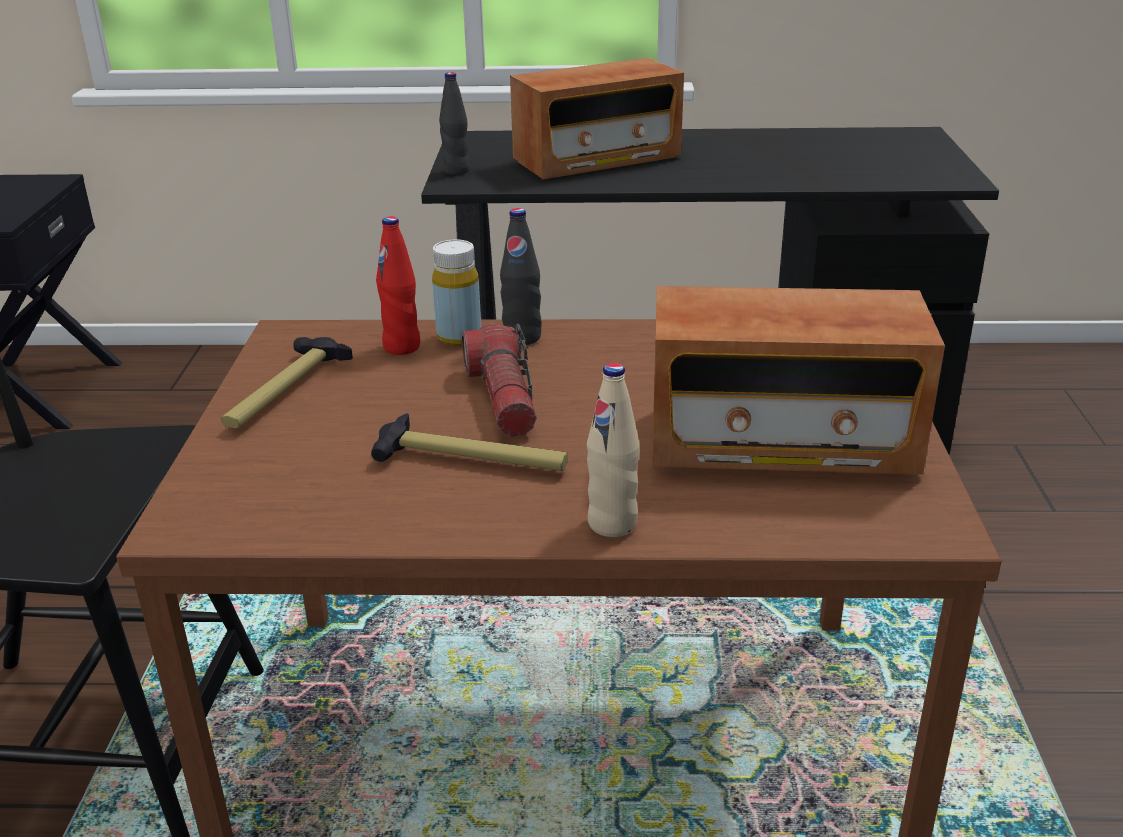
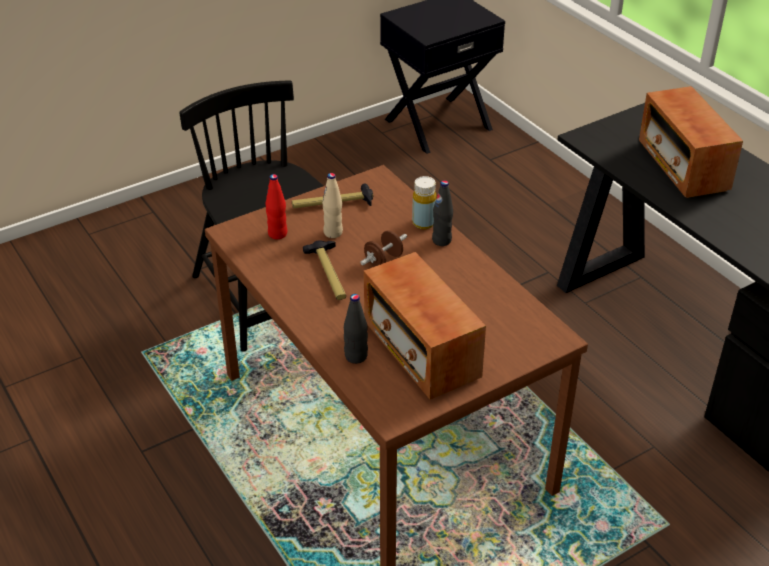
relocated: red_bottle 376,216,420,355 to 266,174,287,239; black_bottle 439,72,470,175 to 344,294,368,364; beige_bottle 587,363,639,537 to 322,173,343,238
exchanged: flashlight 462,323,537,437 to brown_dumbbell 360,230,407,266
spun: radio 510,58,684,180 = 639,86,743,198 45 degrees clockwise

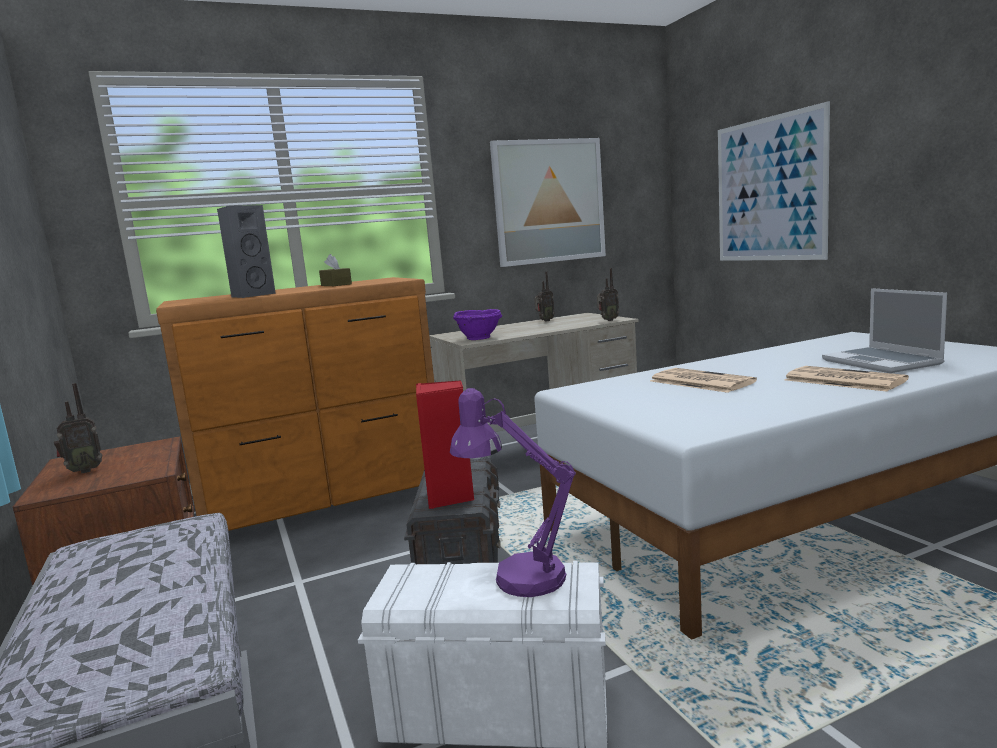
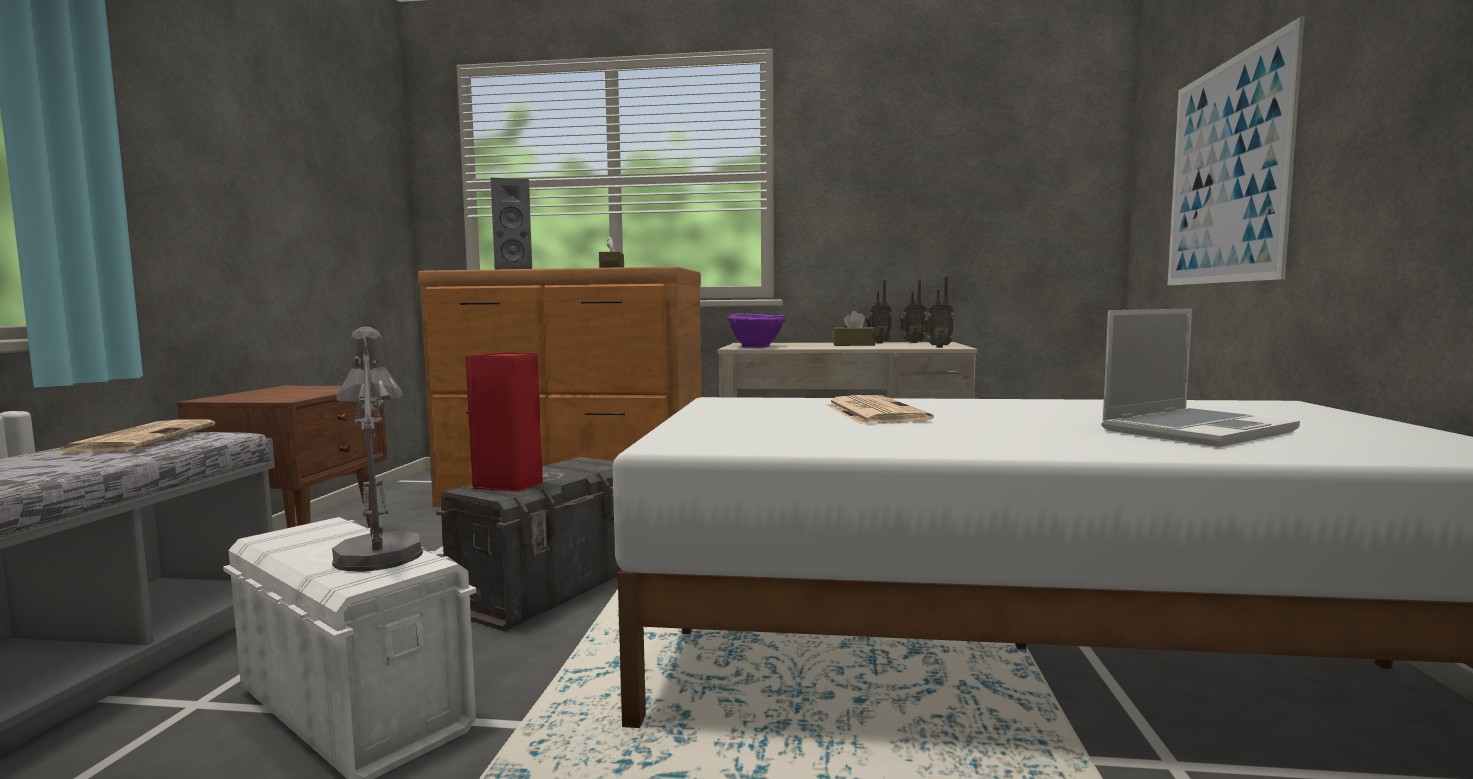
missing: picture 490,138,606,267
appeared: brown_tissue_box 833,311,876,346
relocated: radio 54,383,103,473 to 900,280,926,343; newspaper 784,366,909,392 to 53,419,215,454
colour: purple_table_lamp 450,388,576,597 to grey_table_lamp 332,326,423,572
spun: laptop 822,288,947,373 = 1101,309,1300,447 135 degrees counterclockwise

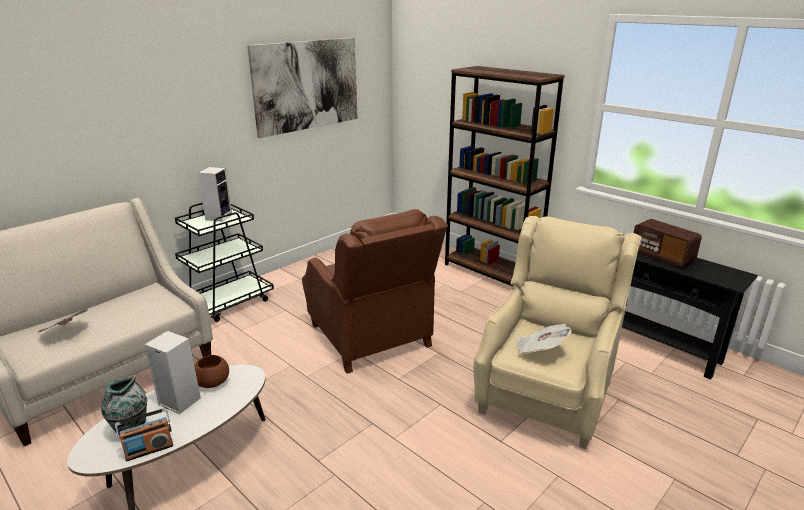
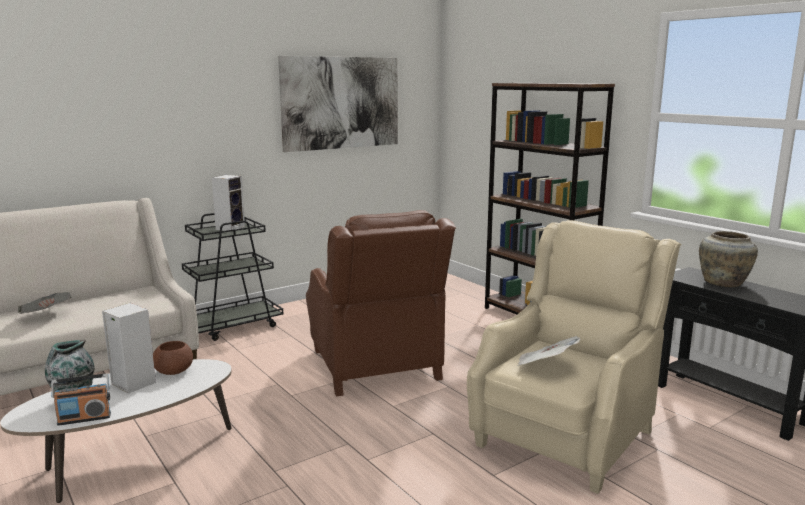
exchanged: radio 634,219,702,267 to beige_vase 699,231,758,287

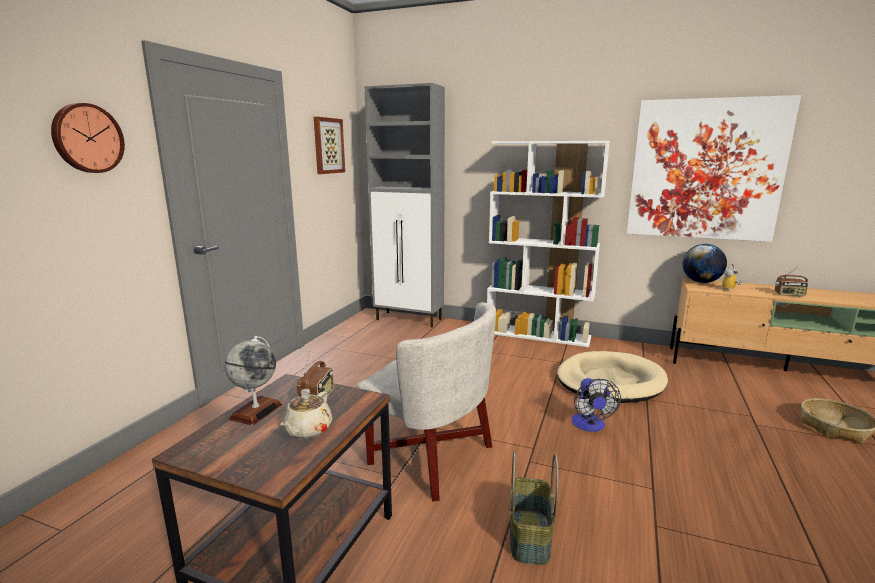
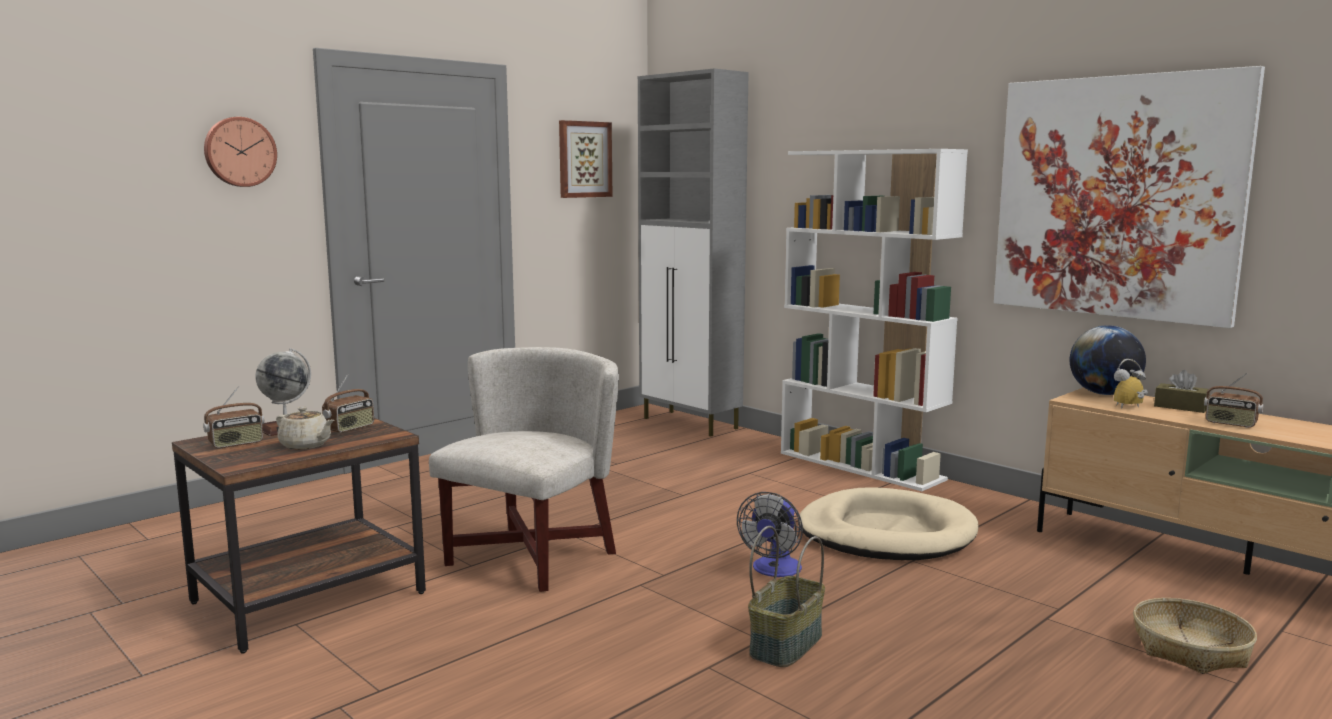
appeared: radio 203,386,265,449; brown_tissue_box 1154,370,1210,413
relocated: basket 510,451,559,565 to 748,526,825,667
spun: beige_teapot 280,391,332,439 = 276,407,334,449 105 degrees counterclockwise; white_armchair 356,302,496,502 = 429,347,619,592 120 degrees counterclockwise

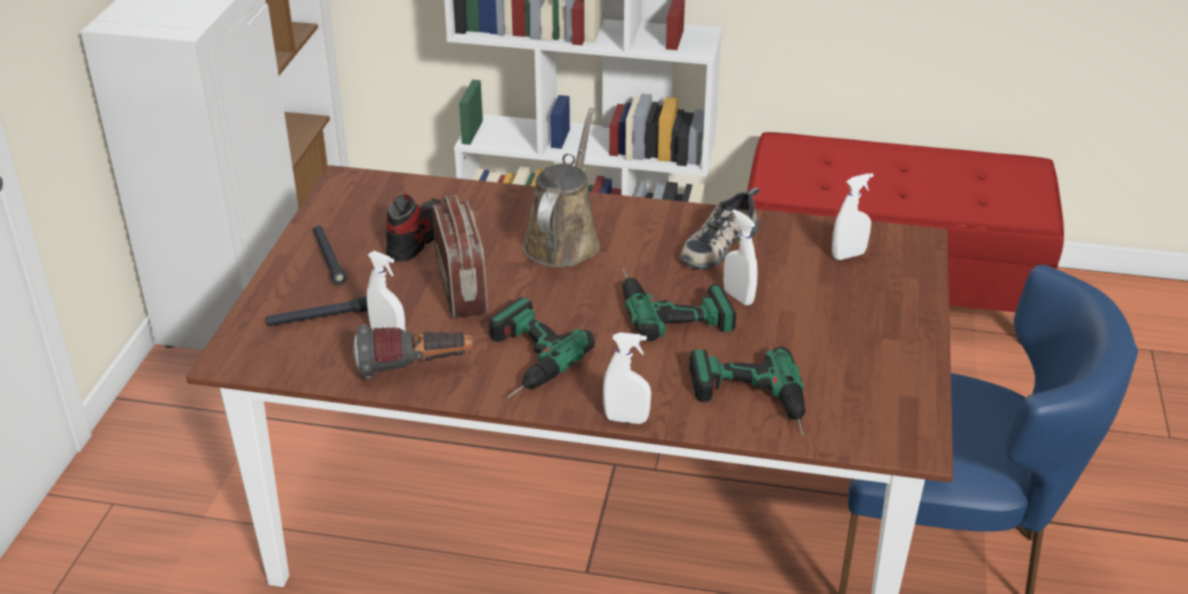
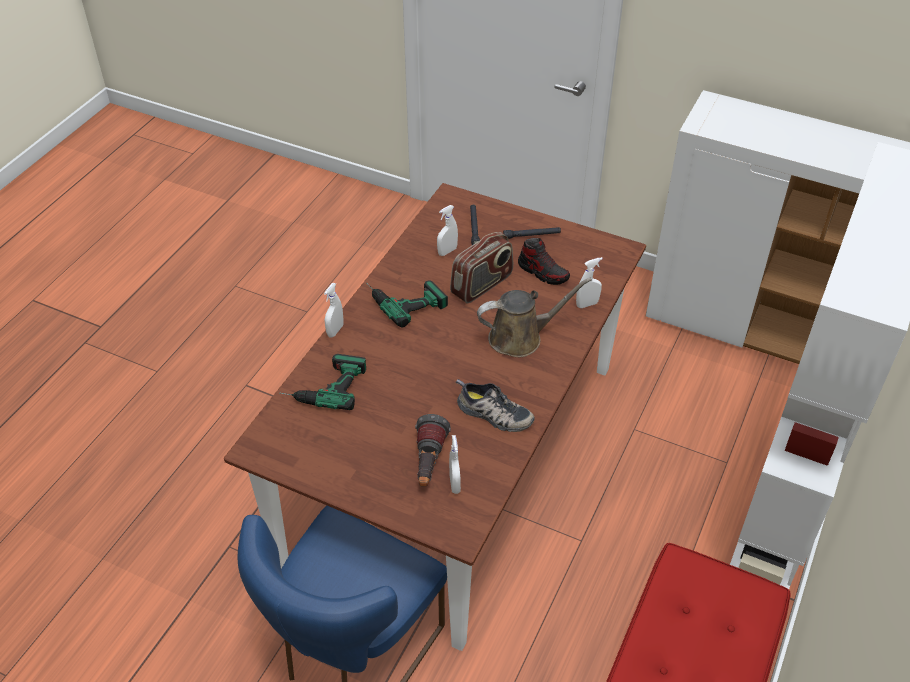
missing: power_drill 622,268,737,341
relocated: flashlight 353,324,474,379 to 415,414,451,487; white_spray_bottle 724,209,757,306 to 576,257,602,308
spun: radio 433,195,488,318 = 450,232,513,303 45 degrees counterclockwise; brown_watering_can 522,108,600,267 = 477,278,592,357 45 degrees counterclockwise; shoe 680,187,760,270 = 456,379,535,432 150 degrees clockwise

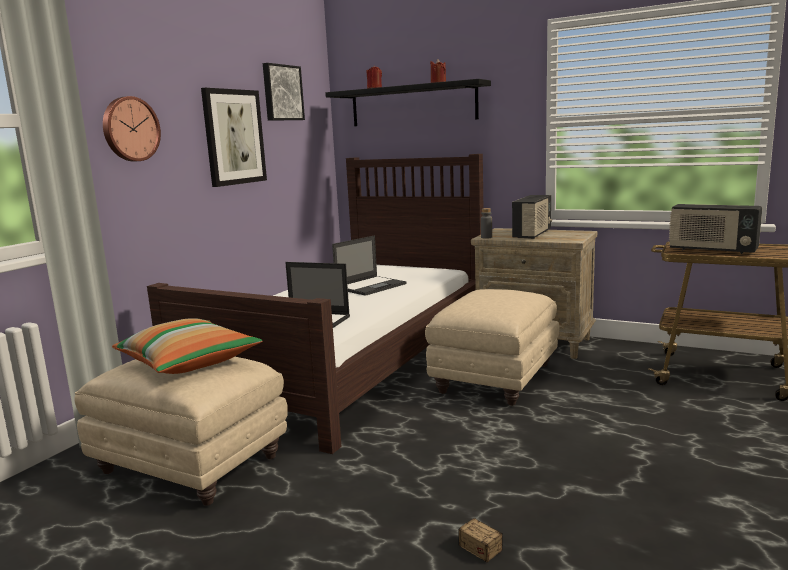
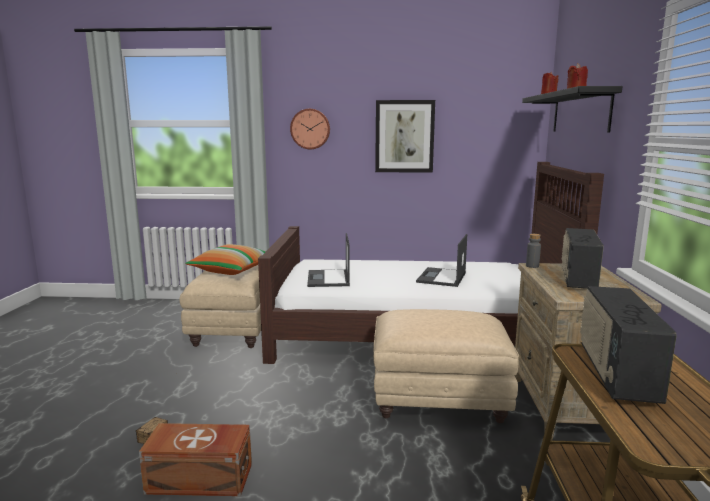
missing: picture 263,63,305,120
appeared: brown_storage_box 139,423,252,496
spun: laptop 332,235,407,296 = 416,234,467,287 90 degrees clockwise; radio 512,195,552,239 = 561,228,604,289 105 degrees clockwise

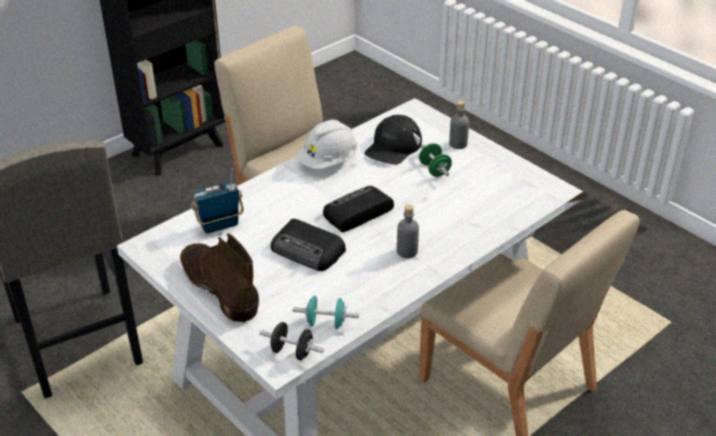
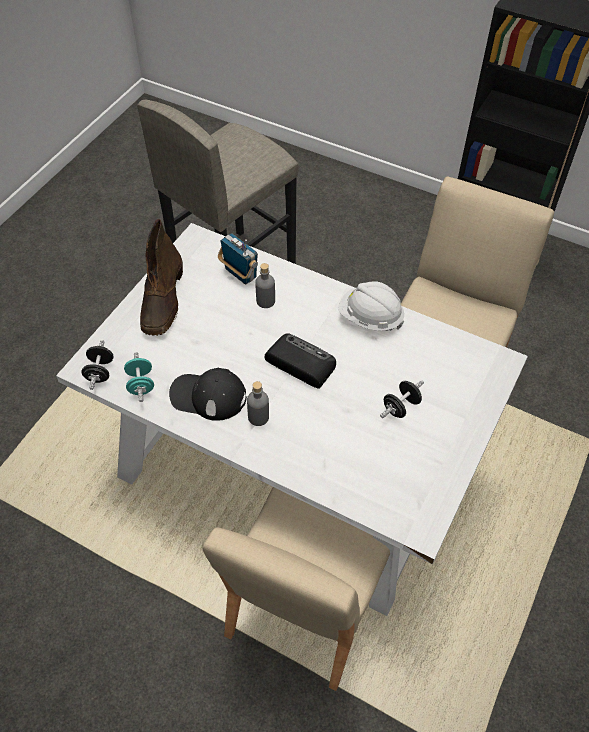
missing: radio 271,219,346,271
relocated: black_cap 364,115,422,165 to 169,368,247,421; grey_bottle 449,100,469,149 to 255,263,275,308
colour: green_dumbbell 419,143,452,177 to black_dumbbell 380,380,424,418
spun: brown_boot 180,234,259,323 = 140,219,183,336 150 degrees clockwise

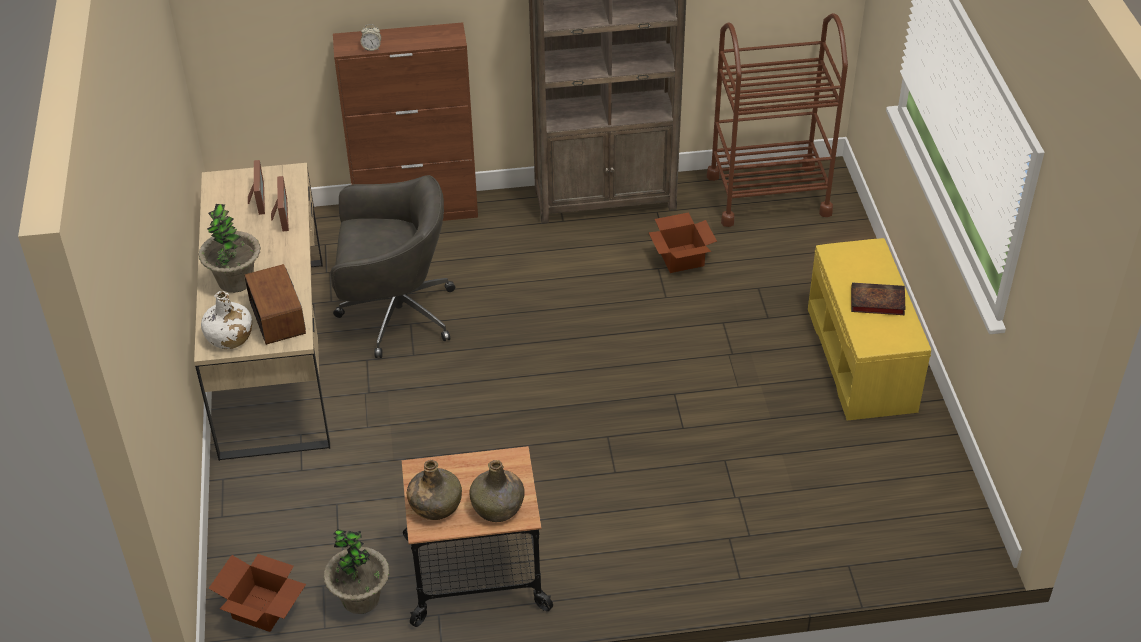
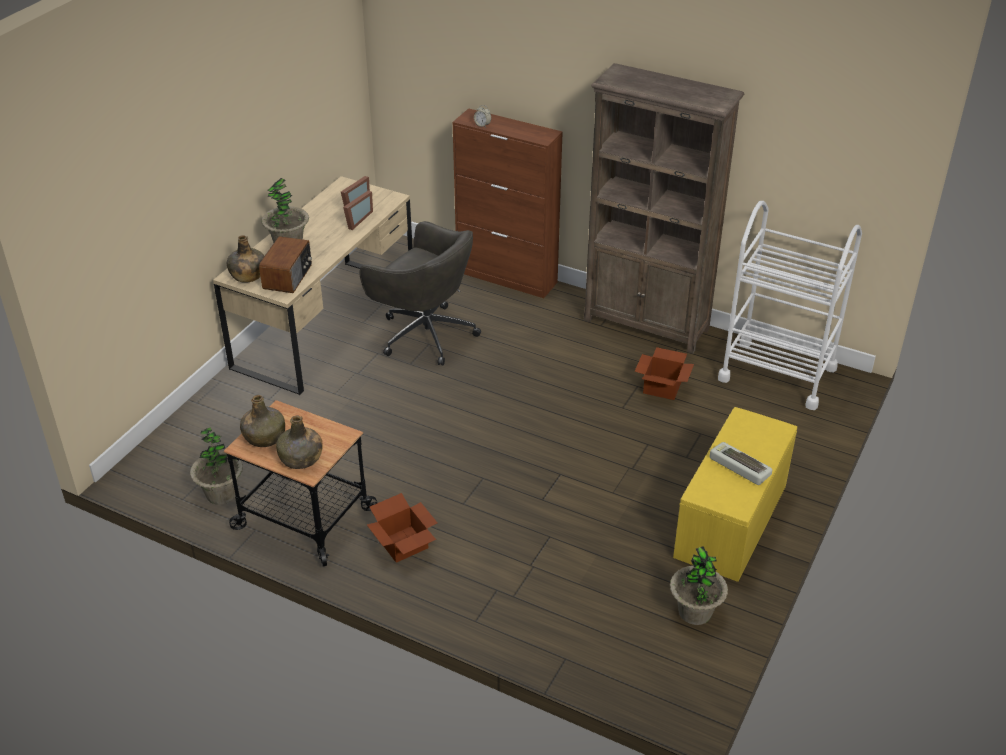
appeared: potted_plant 670,546,728,625
relocated: cardboard_box 209,554,306,632 to 367,493,437,563
exchanged: book 851,282,906,315 to keyboard 710,442,772,485
colour: white_bottle 201,291,252,349 to green_bottle 227,235,264,283; brown_cart 707,13,848,227 to white_cart 718,201,862,410

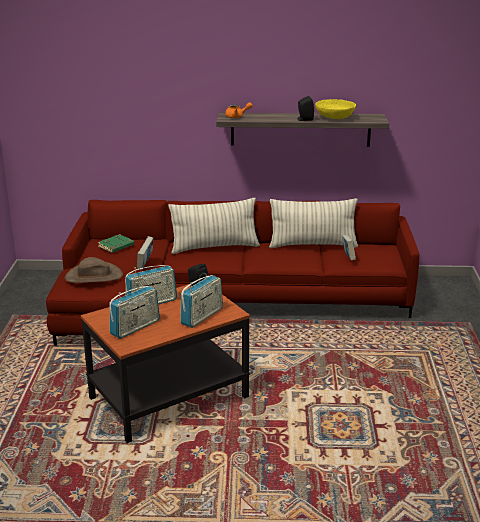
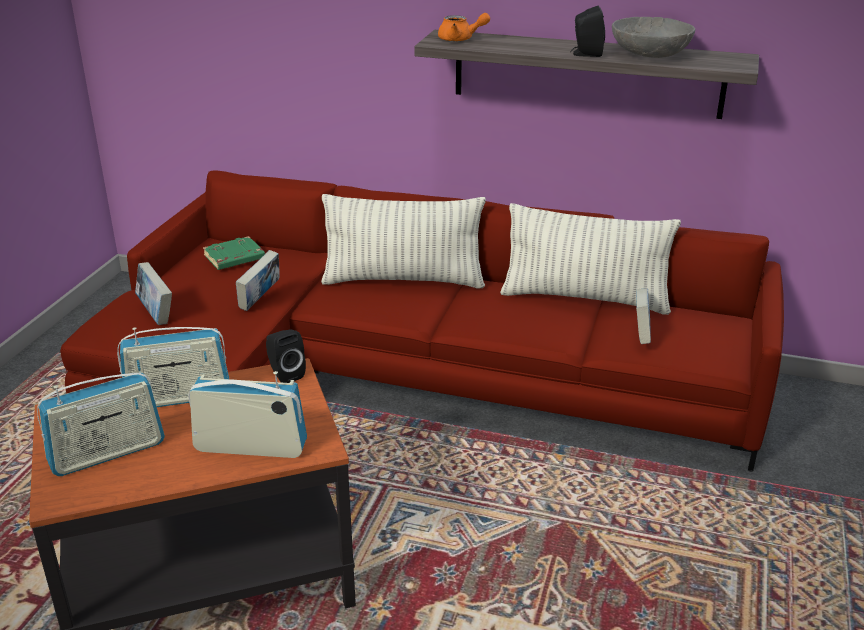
exchanged: brown_hat 65,257,123,283 to book 135,262,172,325
colour: yellow_bowl 315,99,356,119 to grey_bowl 612,17,695,58
spun: radio 180,275,223,328 = 188,371,307,458 135 degrees counterclockwise

